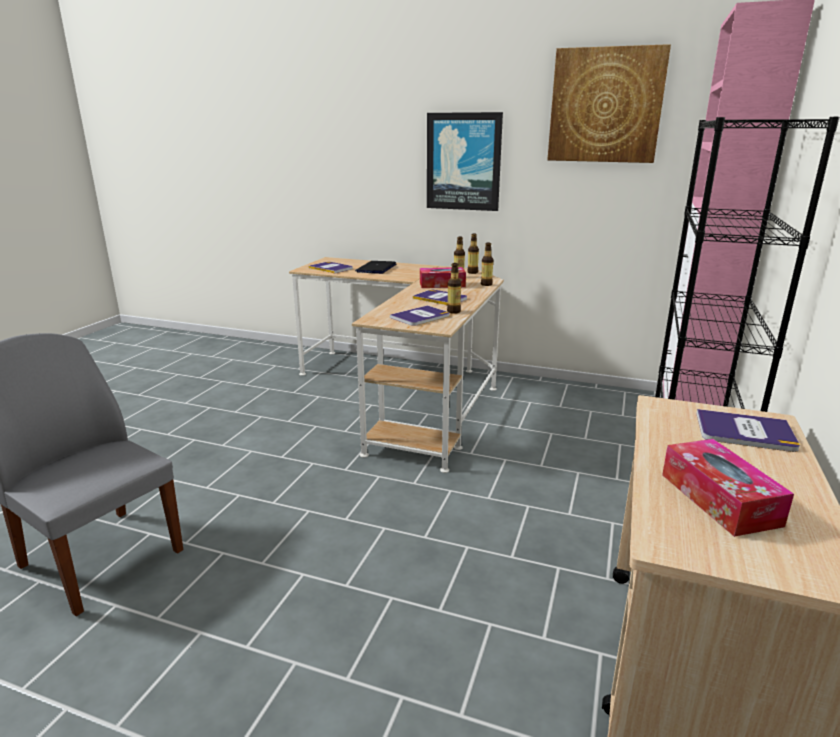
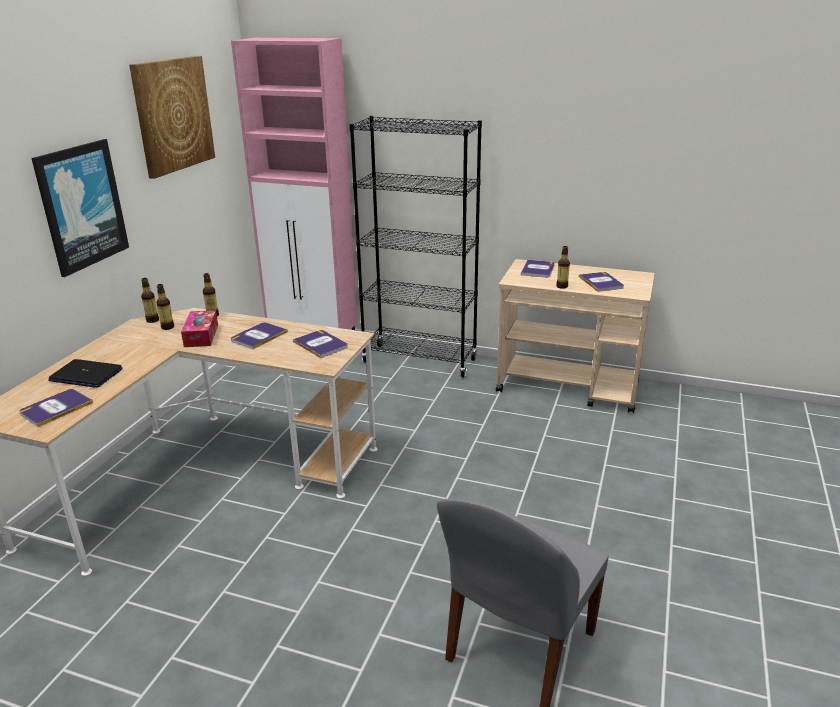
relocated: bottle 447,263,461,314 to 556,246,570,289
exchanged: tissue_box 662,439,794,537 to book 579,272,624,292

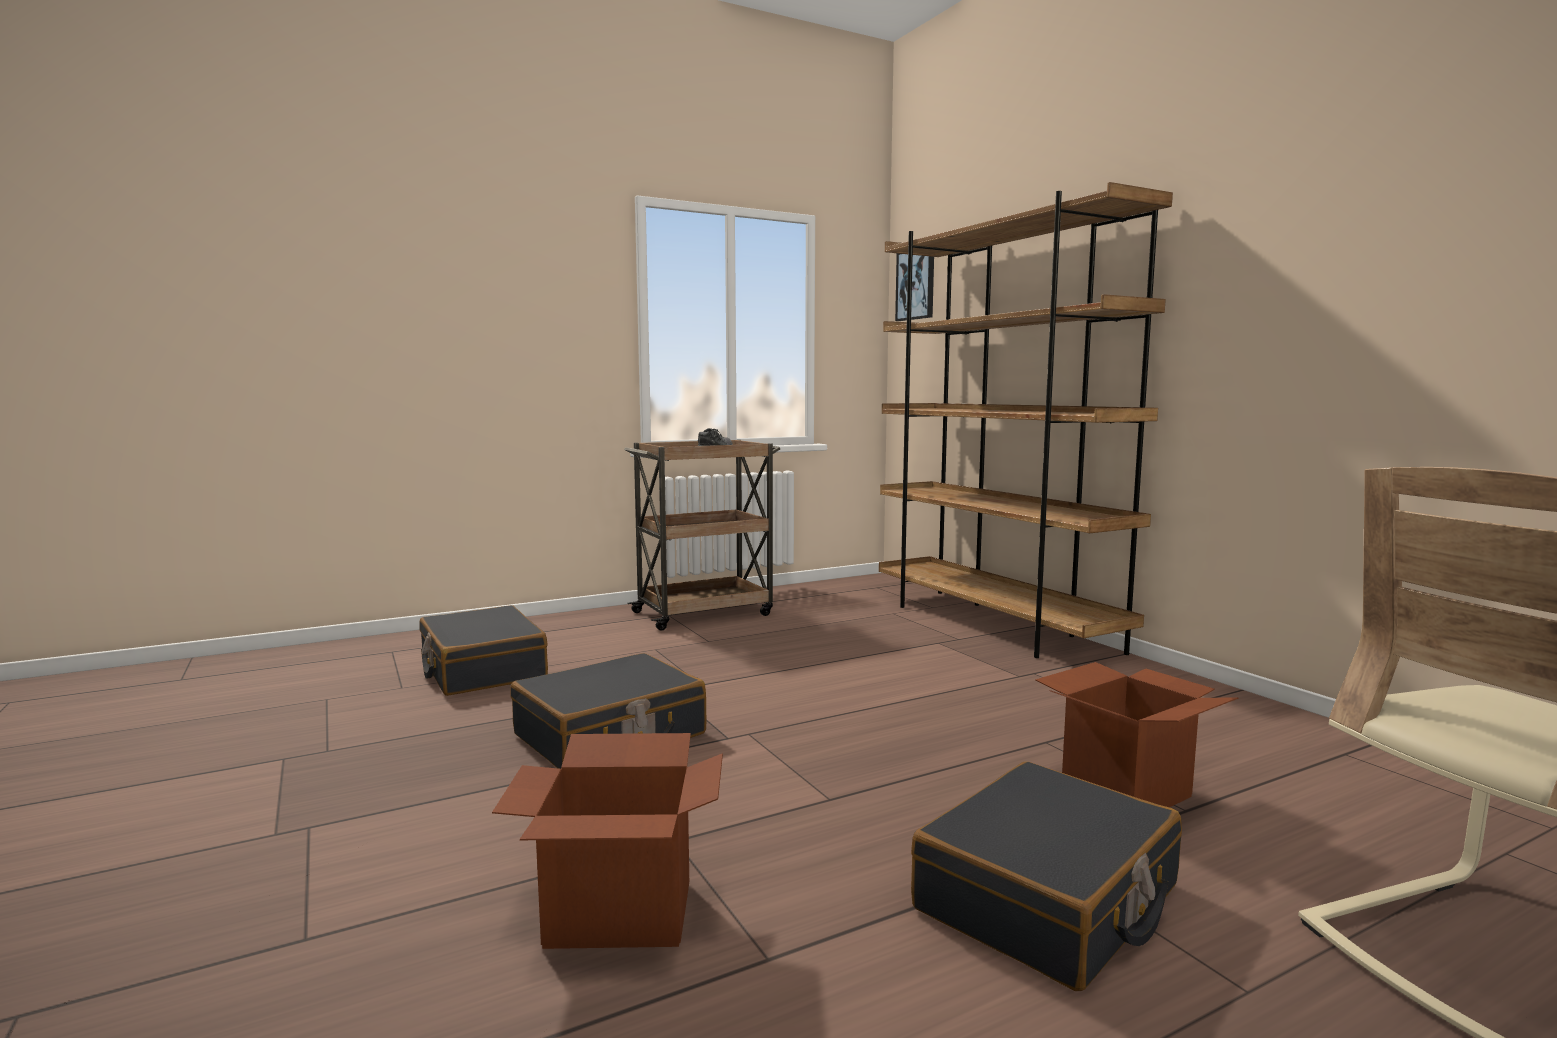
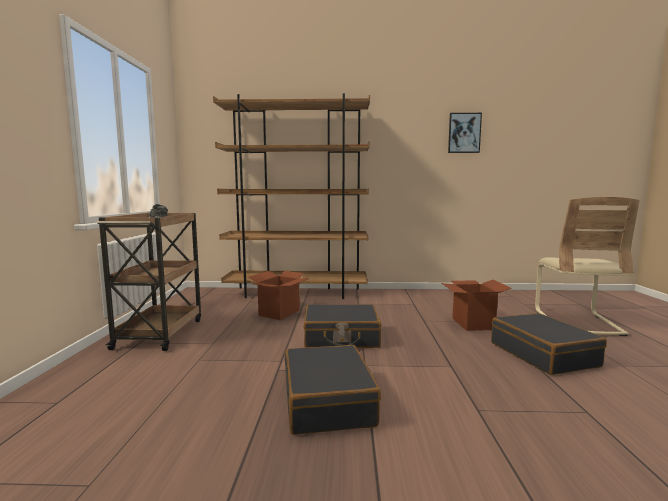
relocated: black_suitcase 419,605,548,696 to 304,304,381,348; cardboard_box 492,733,723,949 to 248,271,310,320; picture 895,253,934,321 to 448,113,482,153

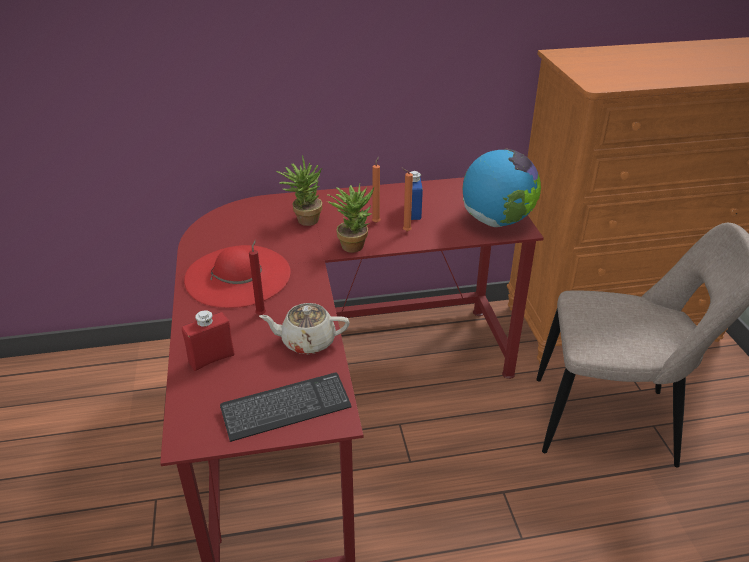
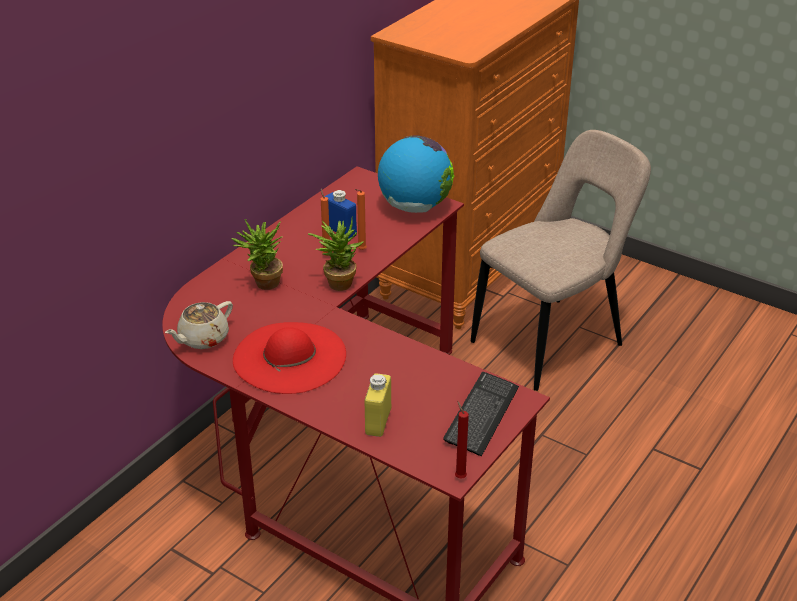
relocated: red_candle 249,240,266,315 to 455,401,469,479; beige_teapot 259,303,350,354 to 165,301,233,349
colour: red_bottle 182,310,234,371 to yellow_bottle 364,373,391,437

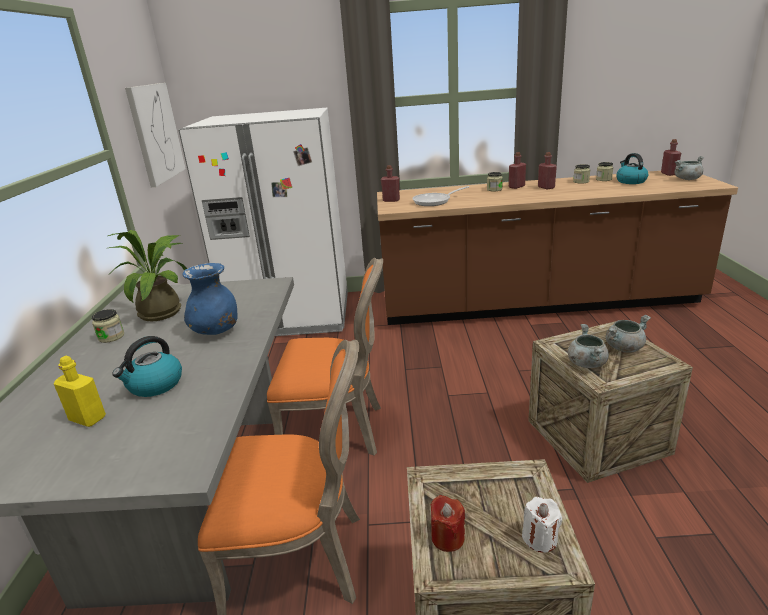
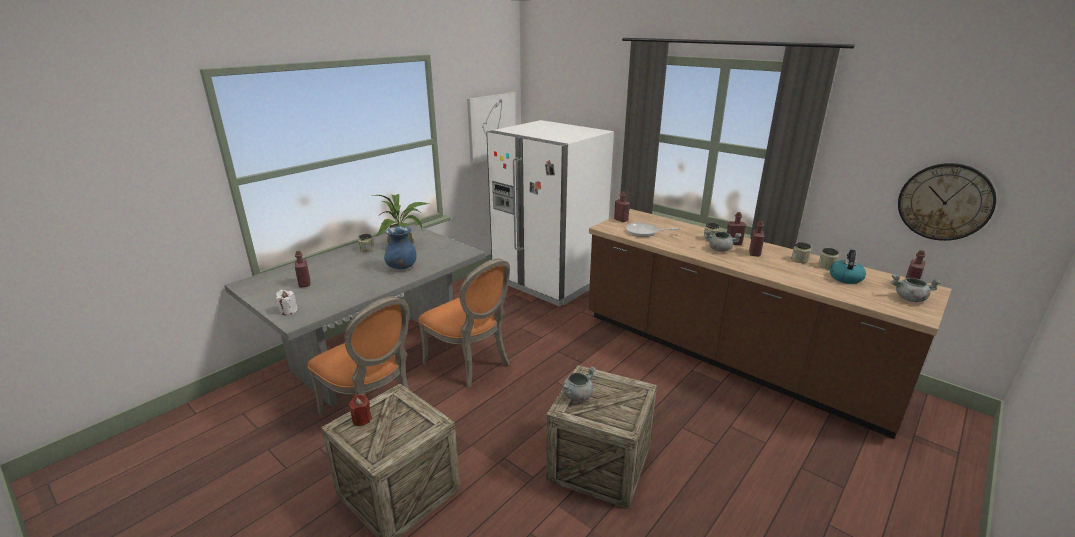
missing: kettle 112,336,182,397
appeared: wall_clock 898,163,996,241
relocated: white_candle 522,497,562,553 to 276,290,298,315; grey_cooking_pot 606,315,651,353 to 705,230,741,252
colour: yellow_bottle 54,356,106,427 to red_bottle 295,251,311,288

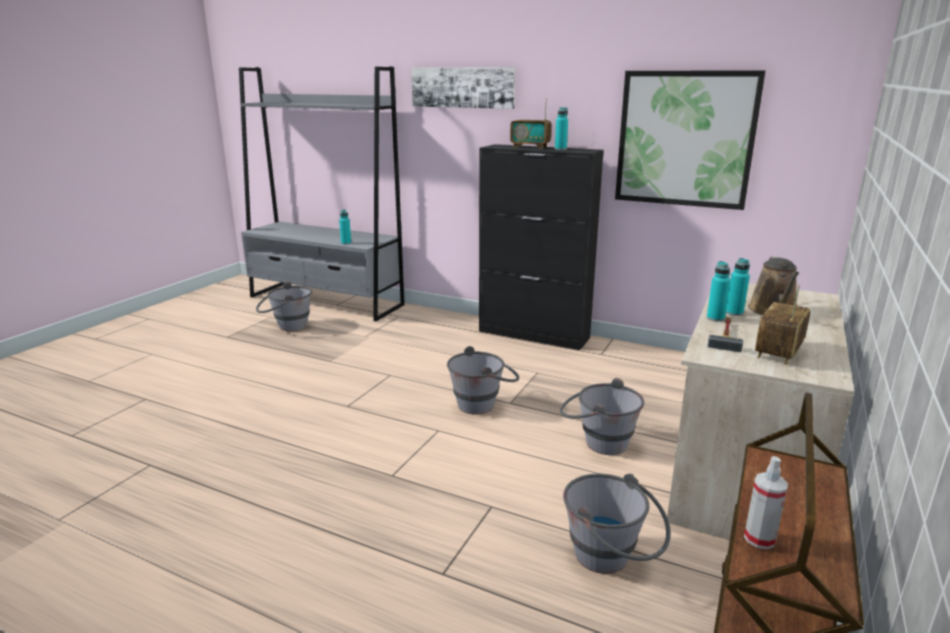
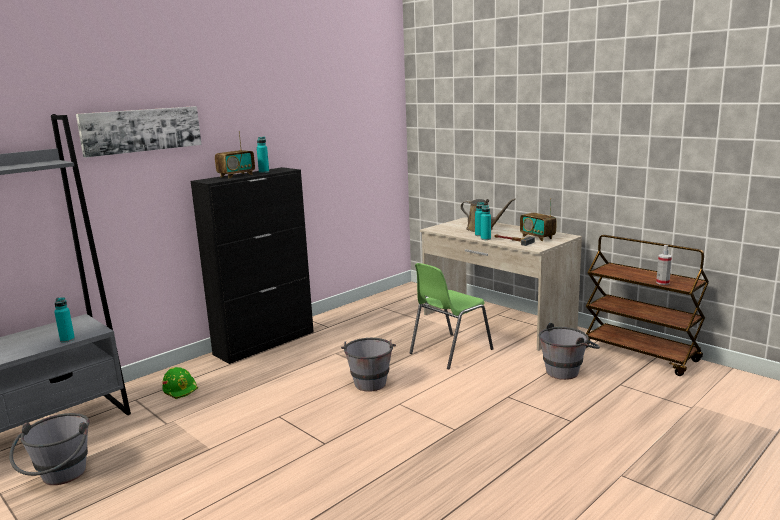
missing: picture 615,70,766,210
appeared: green_hard_hat 162,367,198,399
exchanged: grey_bucket 560,378,644,455 to green_chair 410,263,493,370

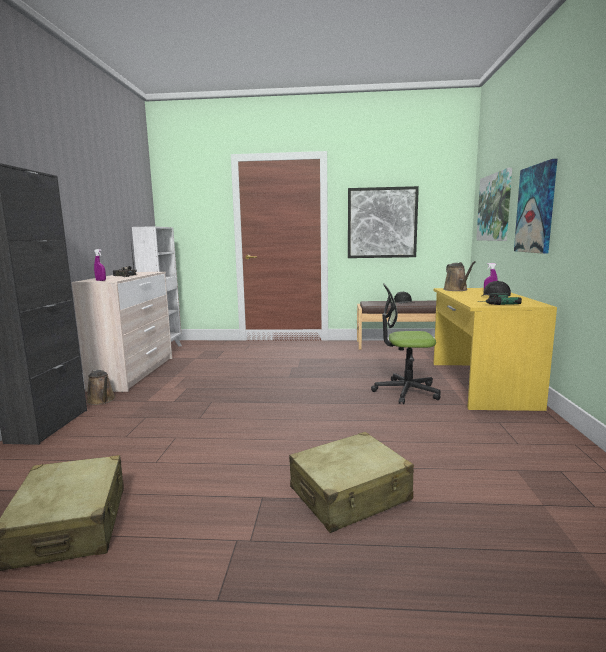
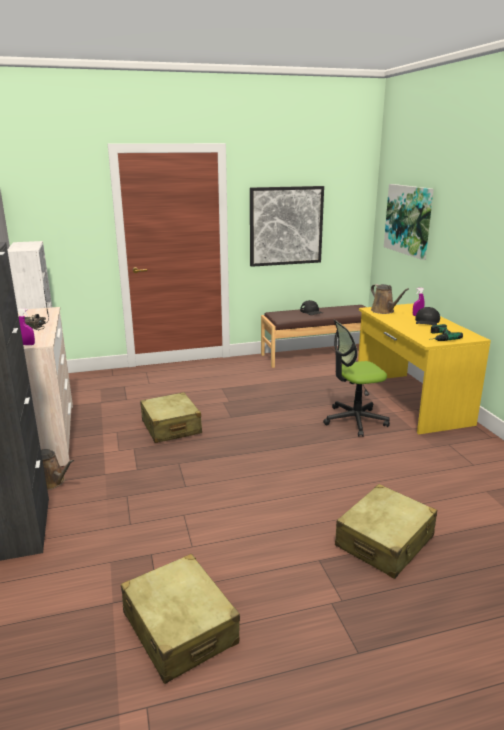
missing: picture 514,159,557,254
appeared: beige_suitcase 140,392,202,443

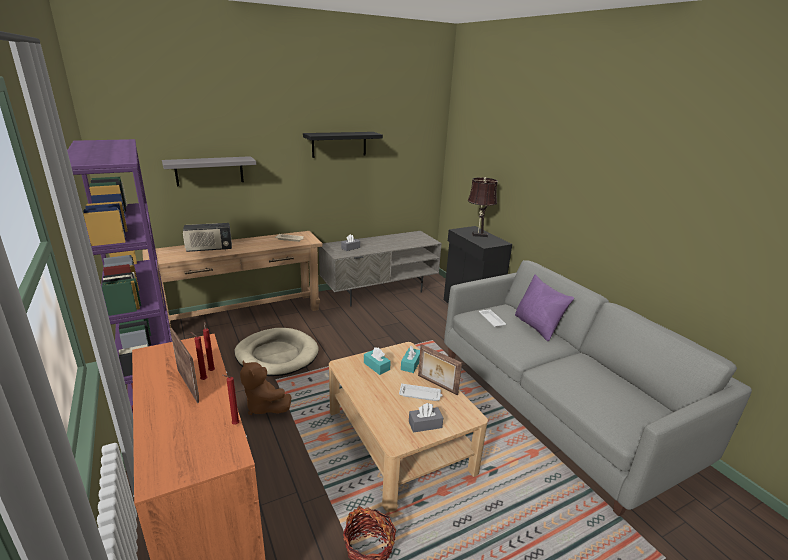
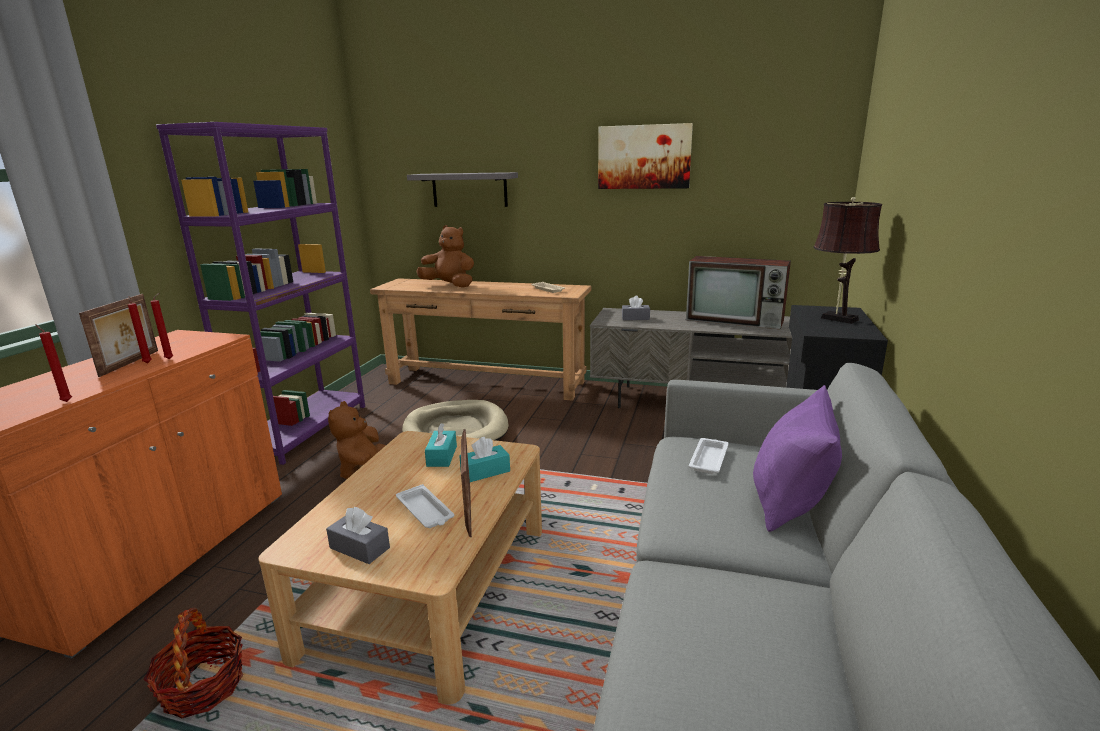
appeared: television 686,256,791,329
exchanged: radio 183,223,232,252 to brown_plush_toy 416,225,474,288; black_shelf 303,132,383,158 to picture 598,123,693,189

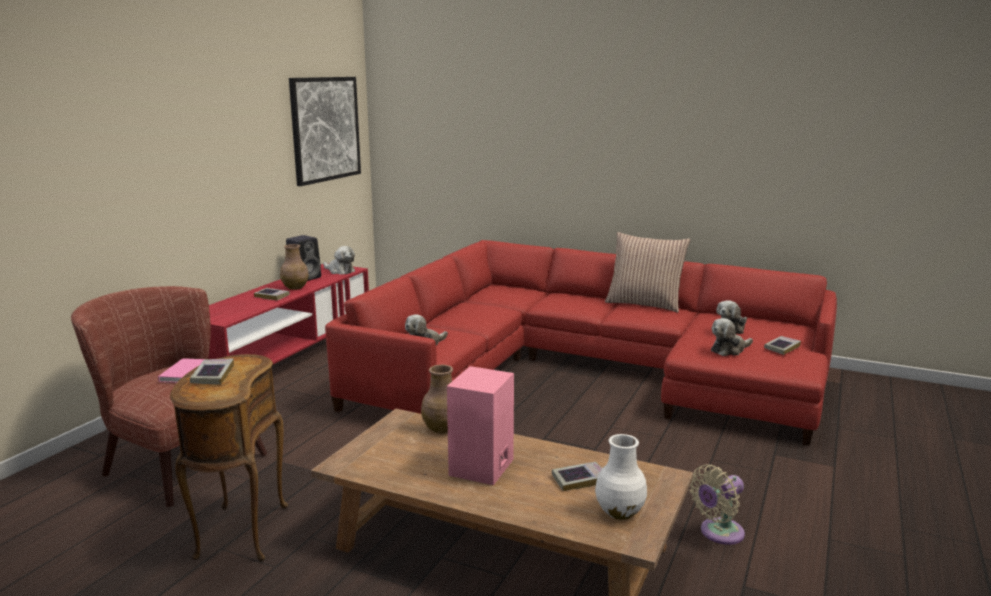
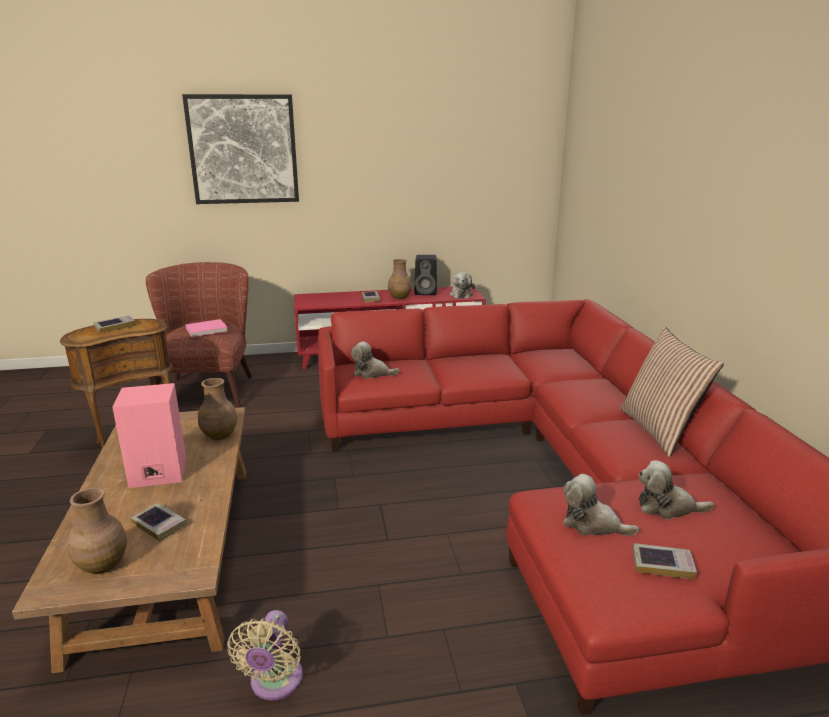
relocated: picture 289,77,361,186 to 182,94,299,204
colour: white_vase 595,434,647,520 to brown_vase 68,488,127,574
spun: beige_fan 690,465,745,545 = 227,610,303,701 105 degrees counterclockwise

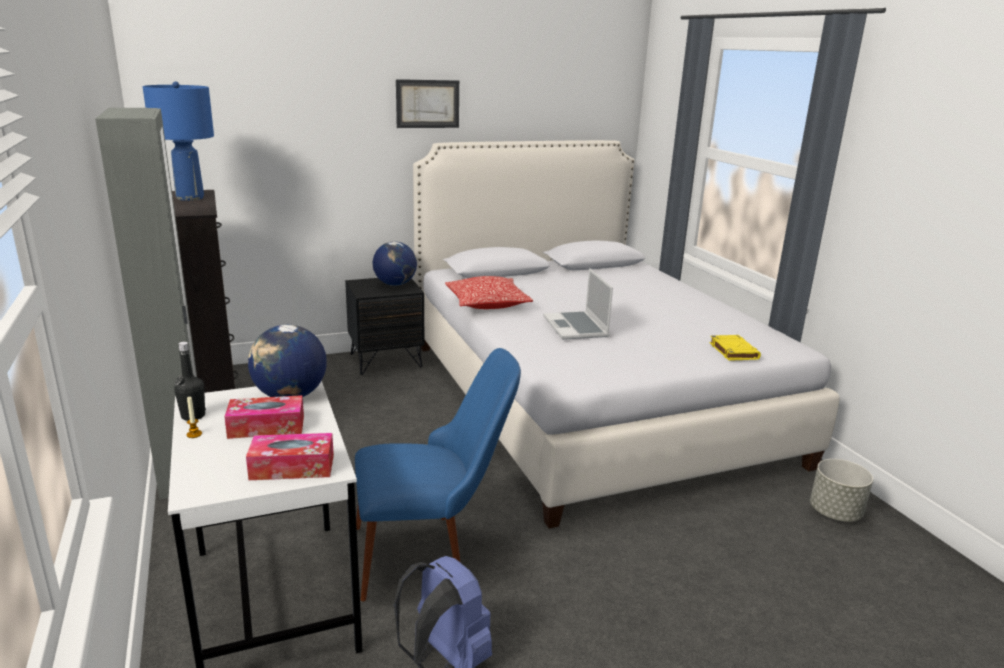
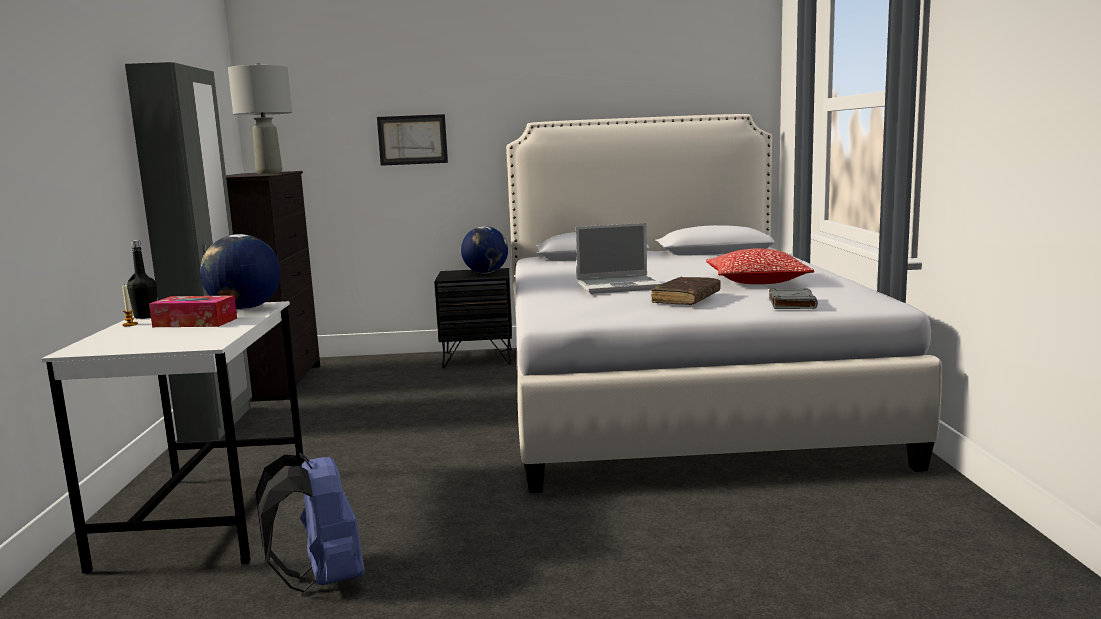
missing: tissue_box 246,433,334,480; blue_chair 355,348,521,601; grey_planter 810,459,873,522
appeared: brown_book 651,277,721,305
relocated: picture 396,79,459,128 to 377,114,448,166; pillow 445,276,533,309 to 706,248,814,284
colour: blue_table_lamp 143,81,214,201 to grey_table_lamp 228,63,292,174; yellow_book 710,335,761,361 to grey_book 769,288,818,309
spun: laptop 543,268,613,340 = 576,223,662,294 105 degrees counterclockwise

